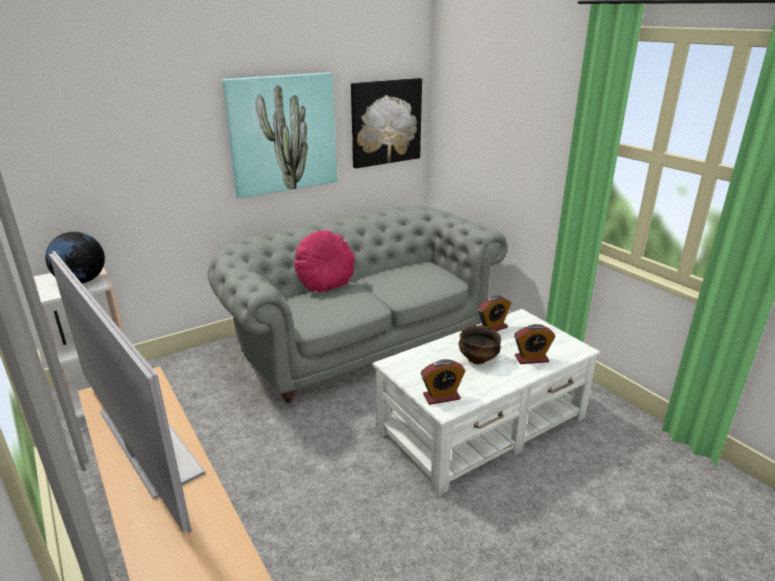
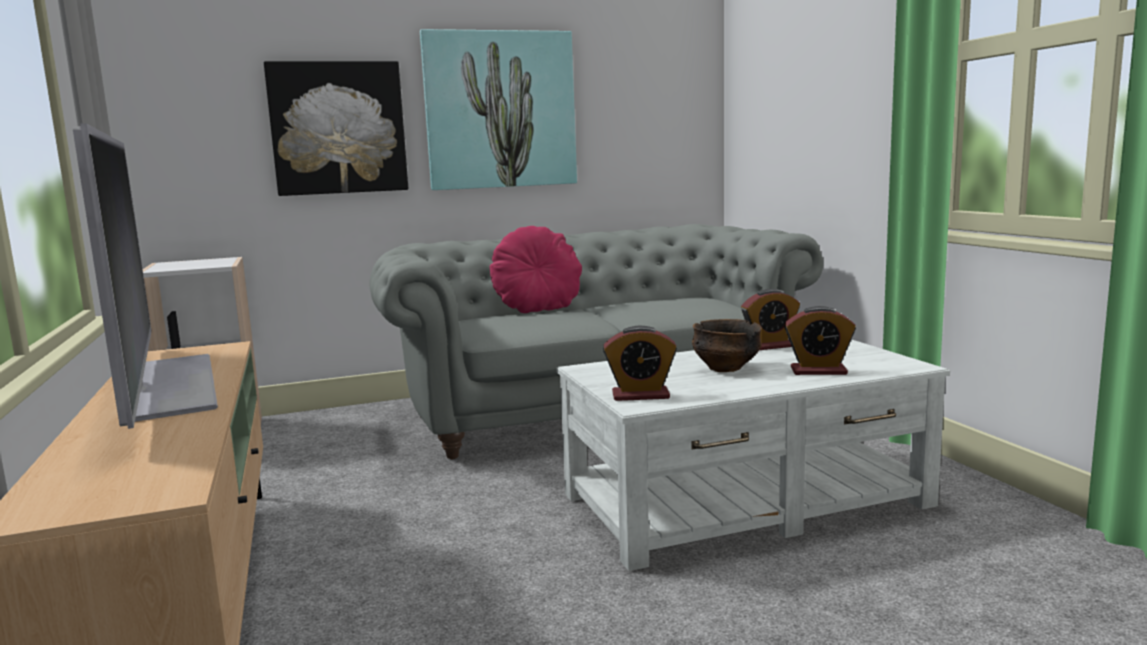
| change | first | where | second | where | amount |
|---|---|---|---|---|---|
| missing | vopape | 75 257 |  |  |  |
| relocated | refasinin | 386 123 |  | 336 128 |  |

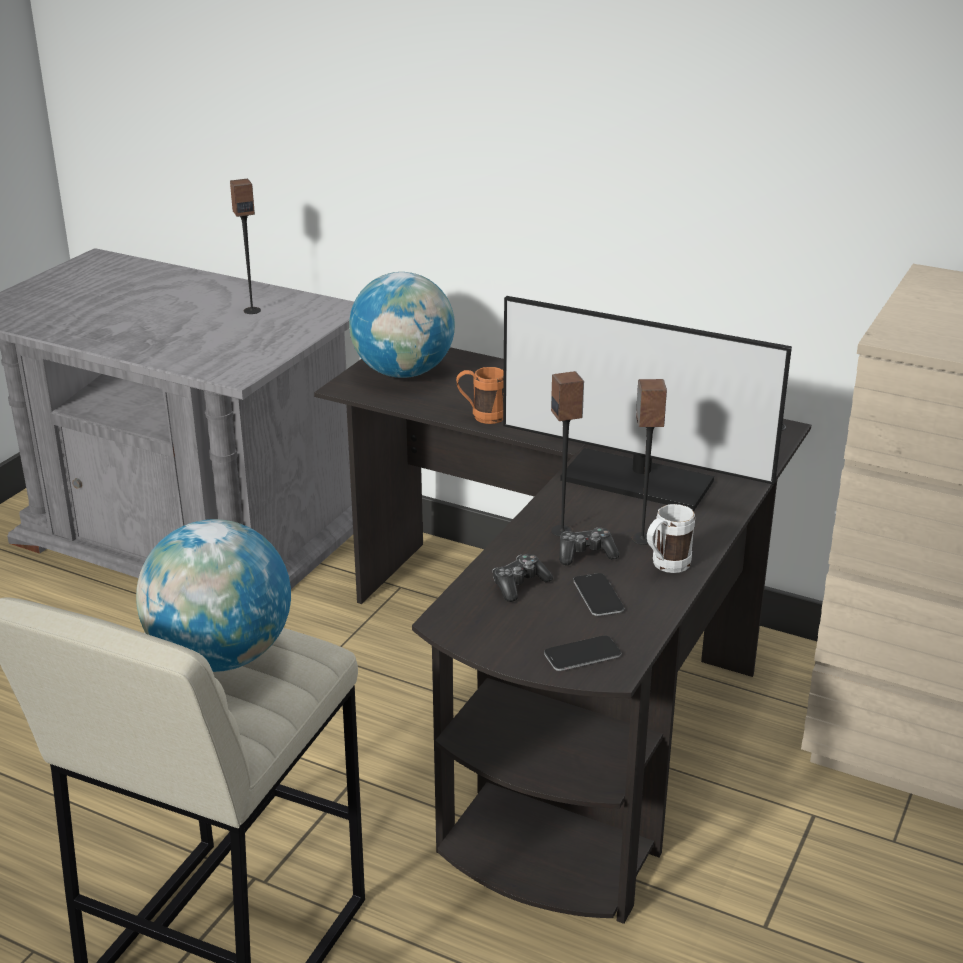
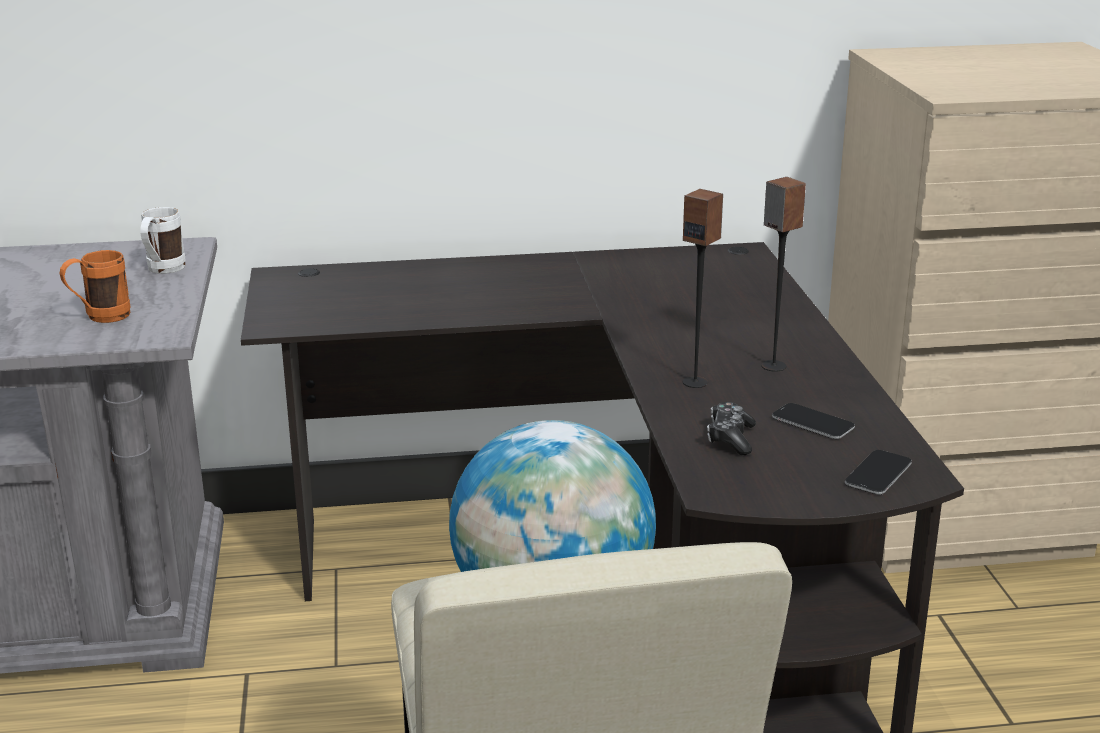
| change | first | where | second | where | amount |
|---|---|---|---|---|---|
| missing | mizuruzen | 245 246 |  |  |  |
| missing | vopape | 402 325 |  |  |  |
| missing | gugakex | 647 403 |  |  |  |
| missing | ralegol | 589 546 |  |  |  |
| relocated | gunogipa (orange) | 480 395 |  | 95 286 |  |
| relocated | gunogipa (white) | 671 538 |  | 163 240 |  |

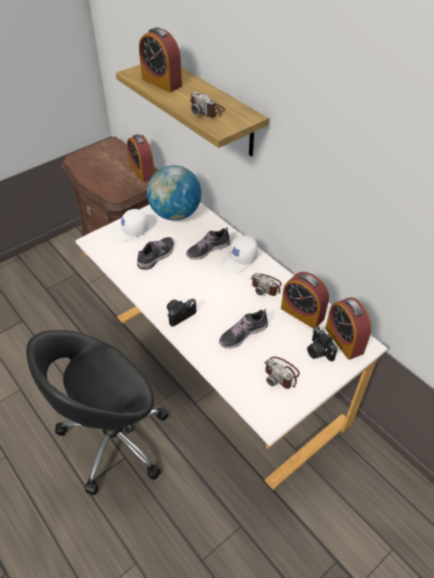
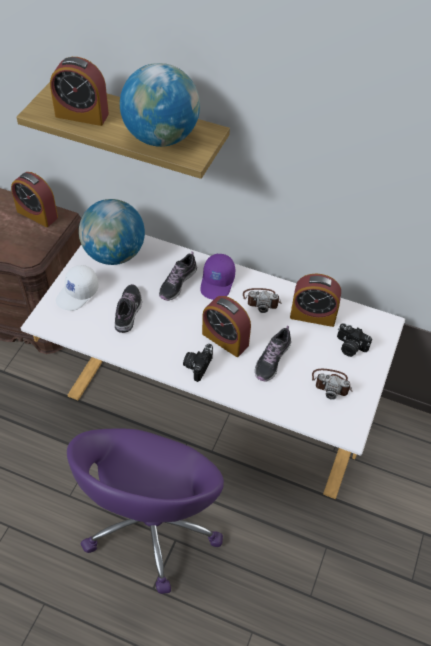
| change | first | where | second | where | amount |
|---|---|---|---|---|---|
| relocated | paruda | 348 328 |  | 226 326 |  |
| exchanged | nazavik | 207 104 | vopape | 160 105 |  |
| colour | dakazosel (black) | 97 412 | dakazosel (purple) | 145 511 |  |
| colour | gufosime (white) | 239 254 | gufosime (purple) | 218 277 |  |

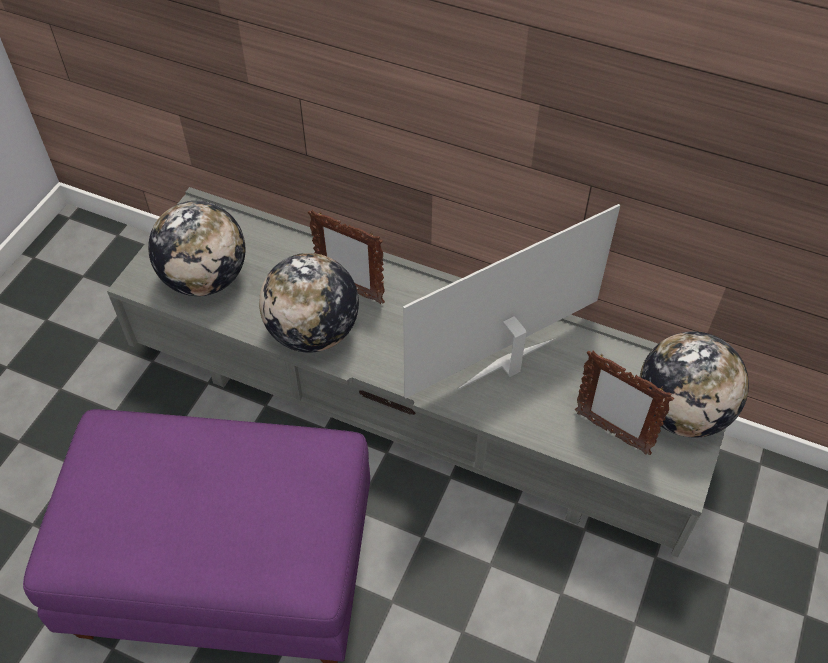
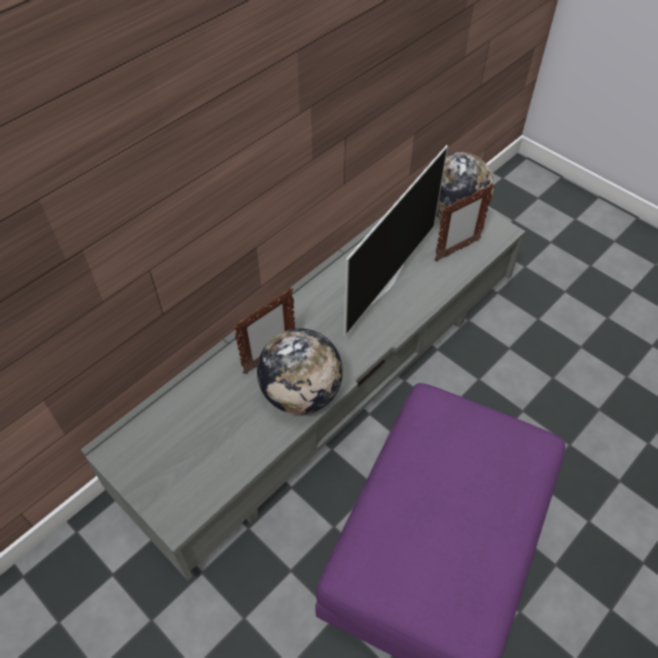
| change | first | where | second | where | amount |
|---|---|---|---|---|---|
| missing | vopape | 196 248 |  |  |  |
| spun | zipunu | 511 301 |  | 396 240 | 135 degrees counterclockwise |

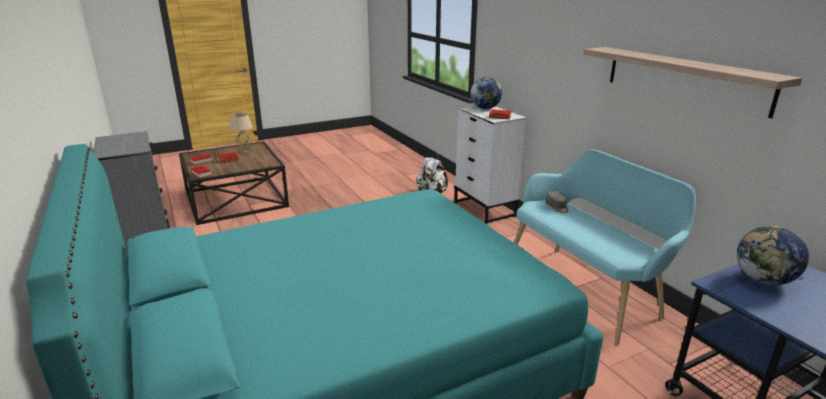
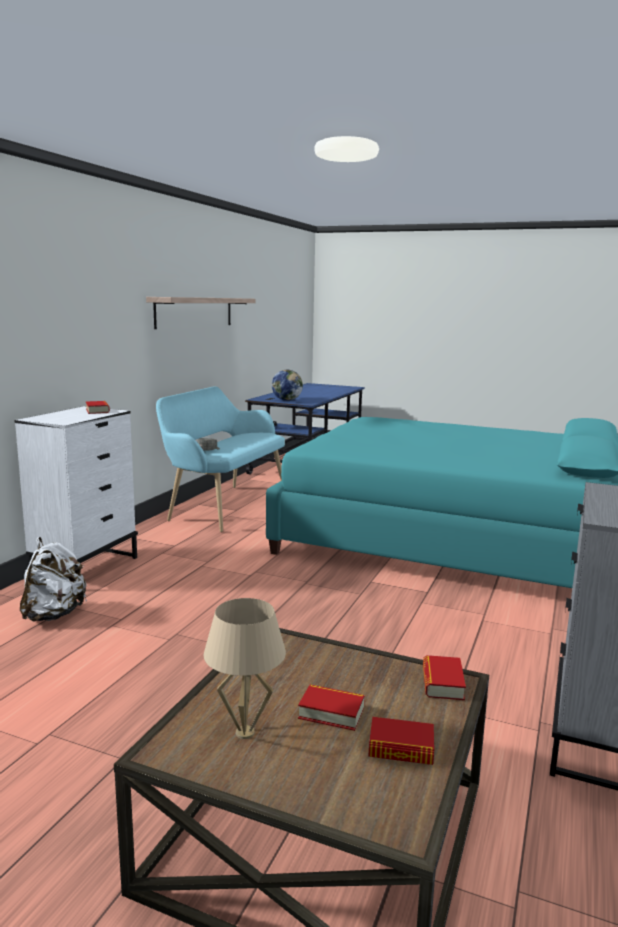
| change | first | where | second | where | amount |
|---|---|---|---|---|---|
| missing | vopape | 486 93 |  |  |  |

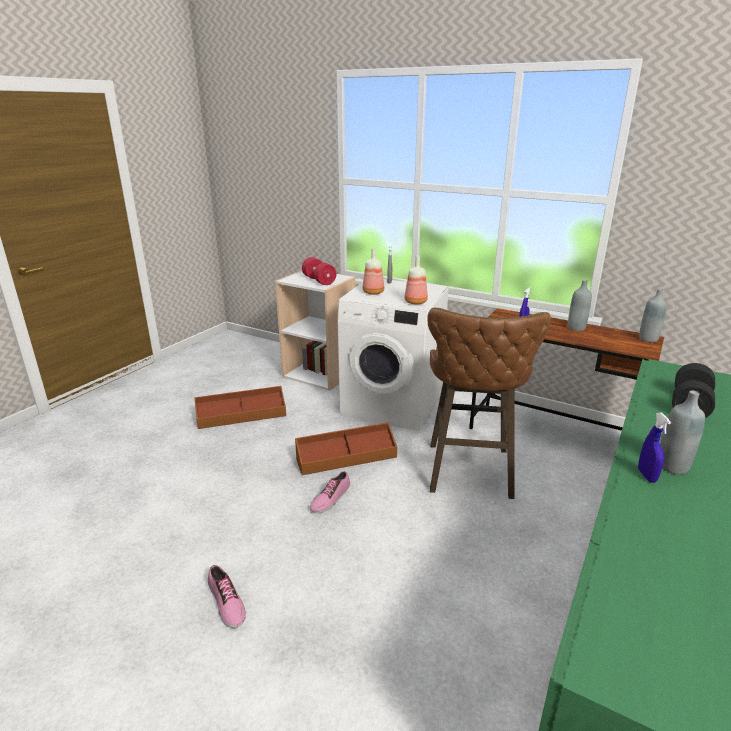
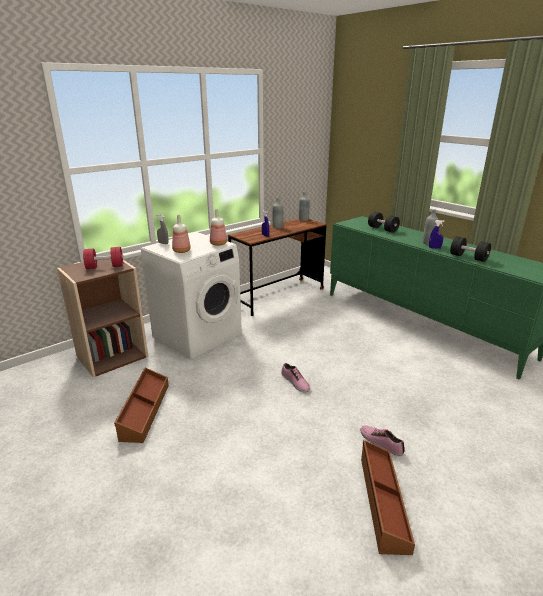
| change | first | where | second | where | amount |
|---|---|---|---|---|---|
| missing | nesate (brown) | 489 403 |  |  |  |
| appeared |  |  | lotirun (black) | 470 249 |  |
| relocated | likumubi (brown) | 346 448 |  | 388 497 |  |
| colour | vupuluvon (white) | 315 331 | vupuluvon (brown) | 102 318 |  |
| spun | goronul | 227 596 |  | 382 440 | 120 degrees counterclockwise |

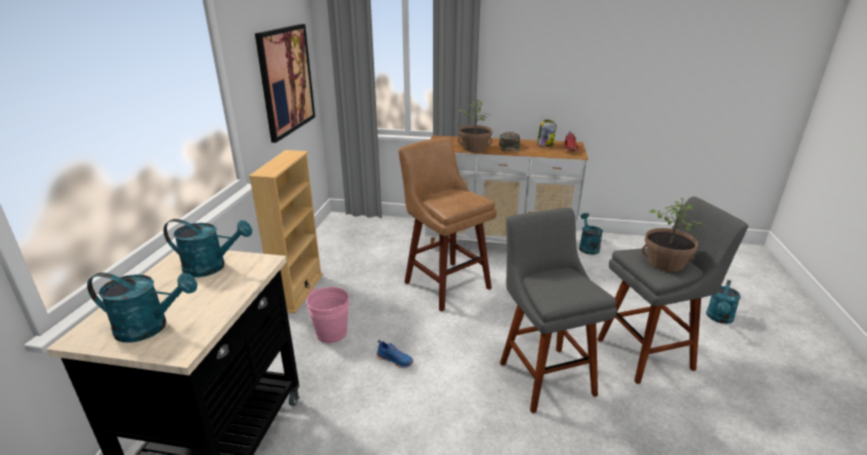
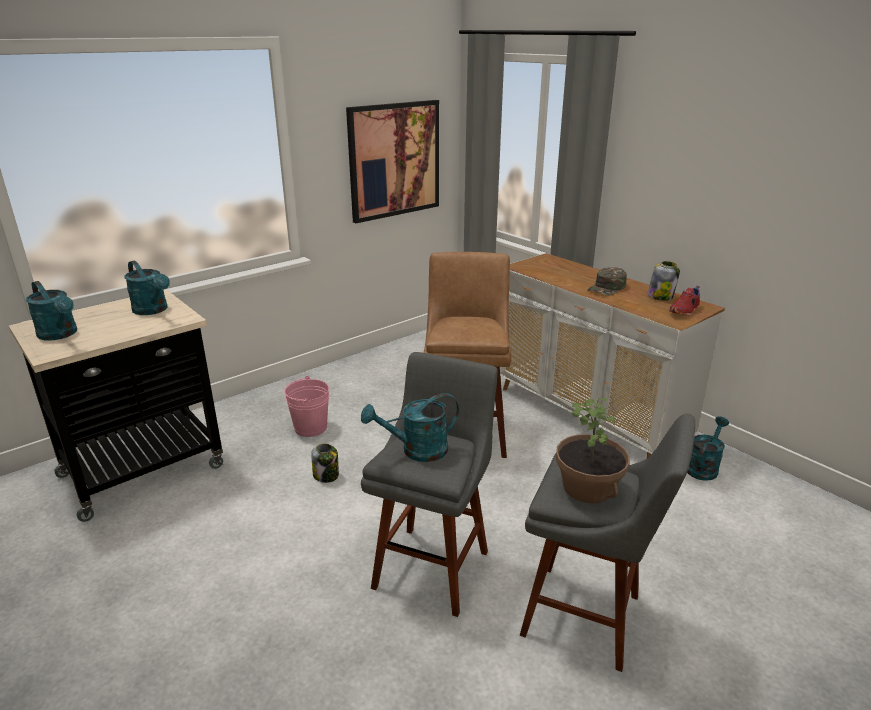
| change | first | where | second | where | amount |
|---|---|---|---|---|---|
| missing | vupuluvon (beige) | 286 231 |  |  |  |
| missing | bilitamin | 475 126 |  |  |  |
| relocated | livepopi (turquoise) | 723 302 |  | 410 427 |  |
| exchanged | goronul (blue) | 395 354 | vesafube | 325 463 |  |

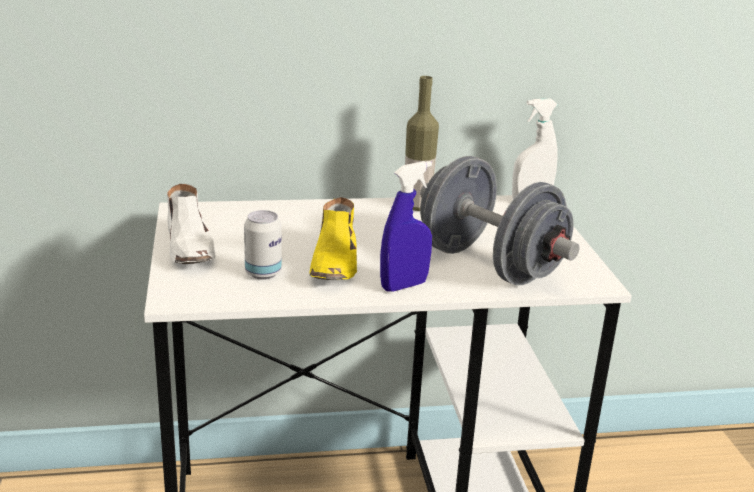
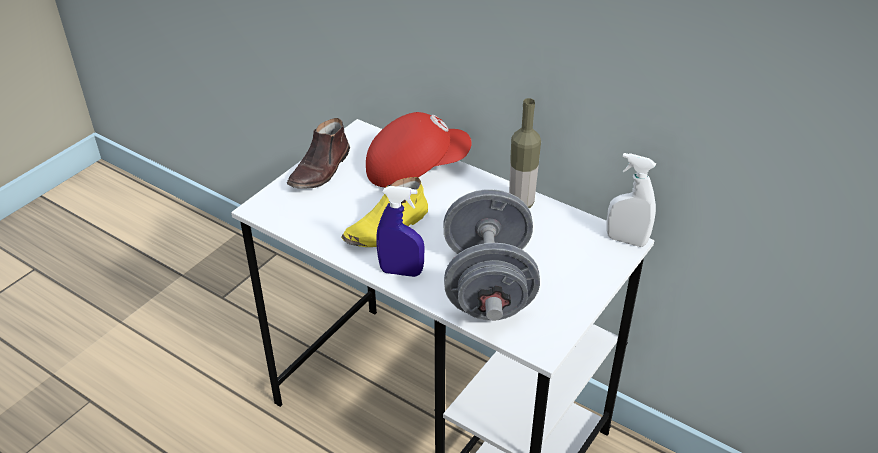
| change | first | where | second | where | amount |
|---|---|---|---|---|---|
| missing | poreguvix | 263 245 |  |  |  |
| appeared |  |  | gufosime (red) | 419 149 |  |
| colour | goronul (white) | 191 224 | goronul (brown) | 318 153 |  |

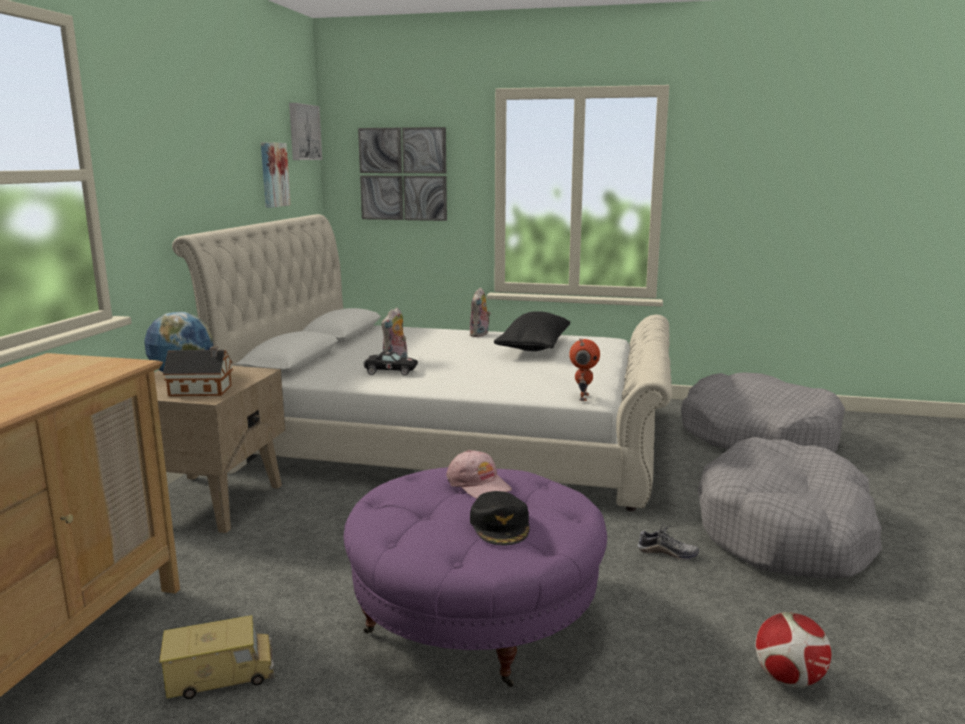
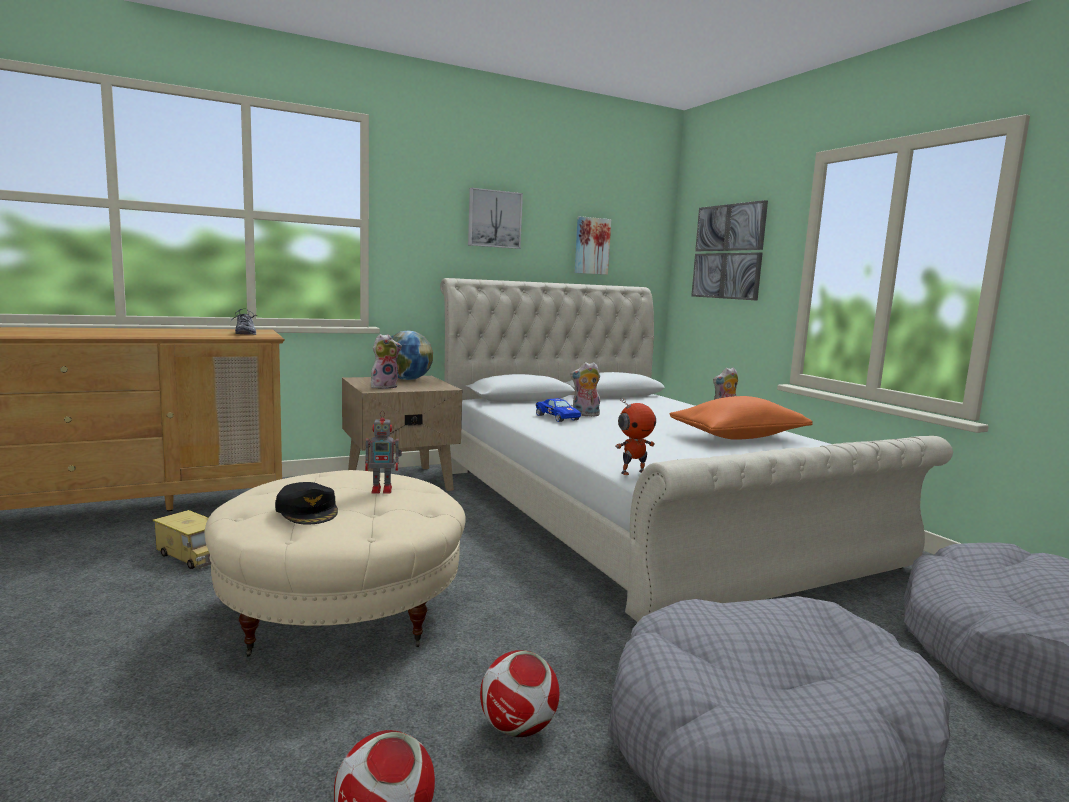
| change | first | where | second | where | amount |
|---|---|---|---|---|---|
| appeared |  |  | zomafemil | 519 693 |  |
| relocated | refasinin | 305 131 |  | 495 218 |  |
| relocated | goronul | 668 542 |  | 244 322 |  |
| exchanged | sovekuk | 198 371 | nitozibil | 386 361 |  |
| exchanged | gufosime (pink) | 479 474 | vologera | 383 452 |  |
| colour | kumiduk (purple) | 475 577 | kumiduk (beige) | 335 563 |  |
| colour | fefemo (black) | 391 363 | fefemo (blue) | 558 410 |  |
| colour | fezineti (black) | 532 331 | fezineti (orange) | 741 418 |  |
| spun | gufosime (black) | 500 518 |  | 306 503 | 75 degrees counterclockwise |

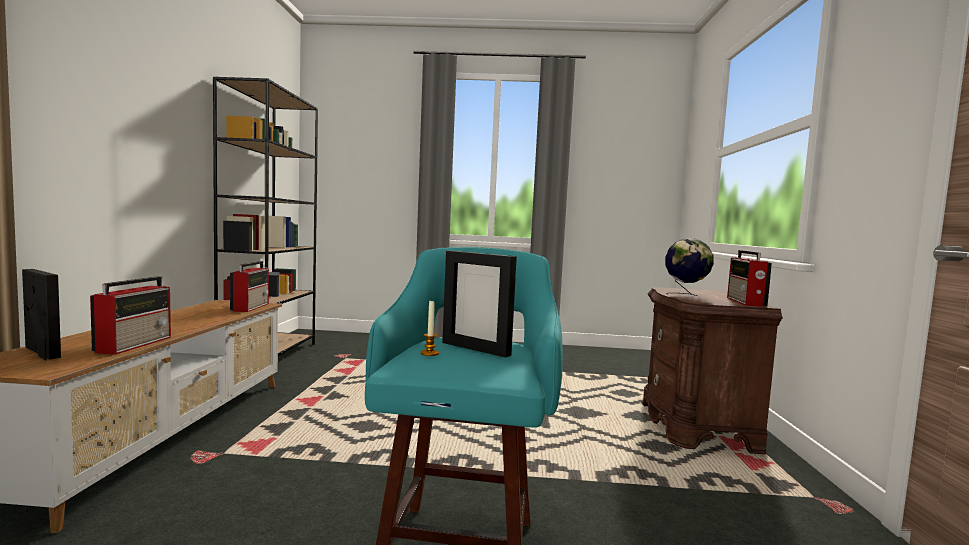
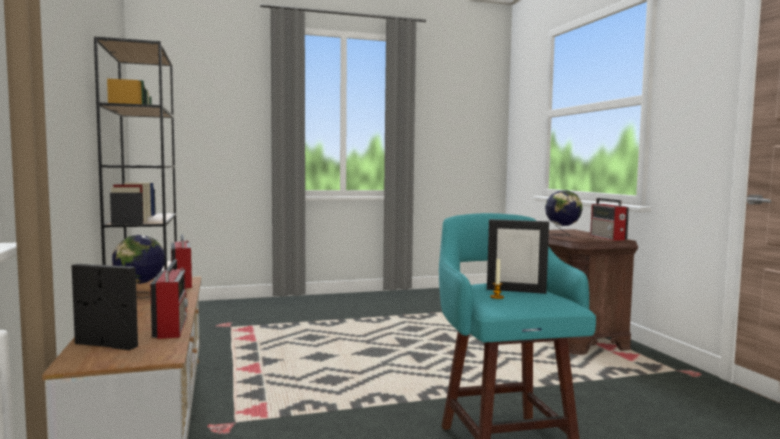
| change | first | where | second | where | amount |
|---|---|---|---|---|---|
| appeared |  |  | vopape | 138 267 |  |

